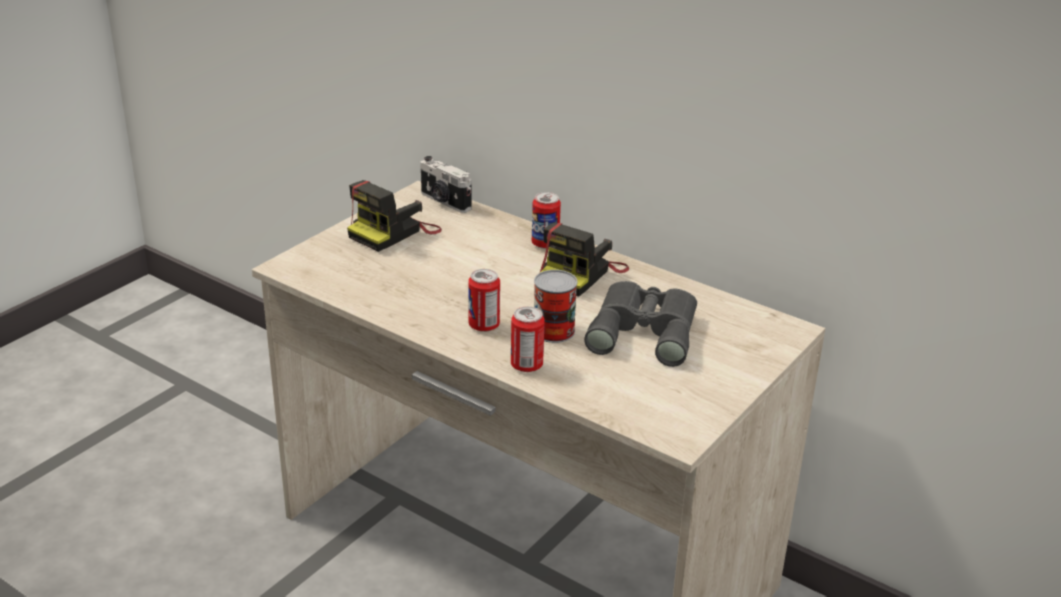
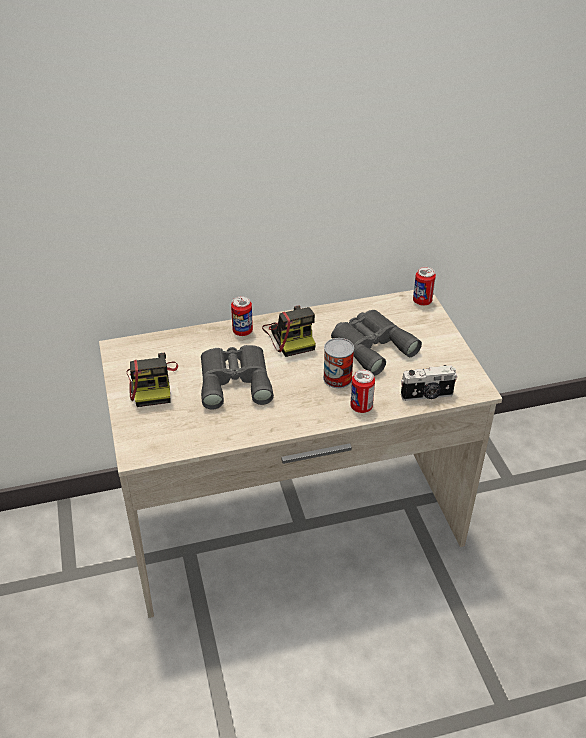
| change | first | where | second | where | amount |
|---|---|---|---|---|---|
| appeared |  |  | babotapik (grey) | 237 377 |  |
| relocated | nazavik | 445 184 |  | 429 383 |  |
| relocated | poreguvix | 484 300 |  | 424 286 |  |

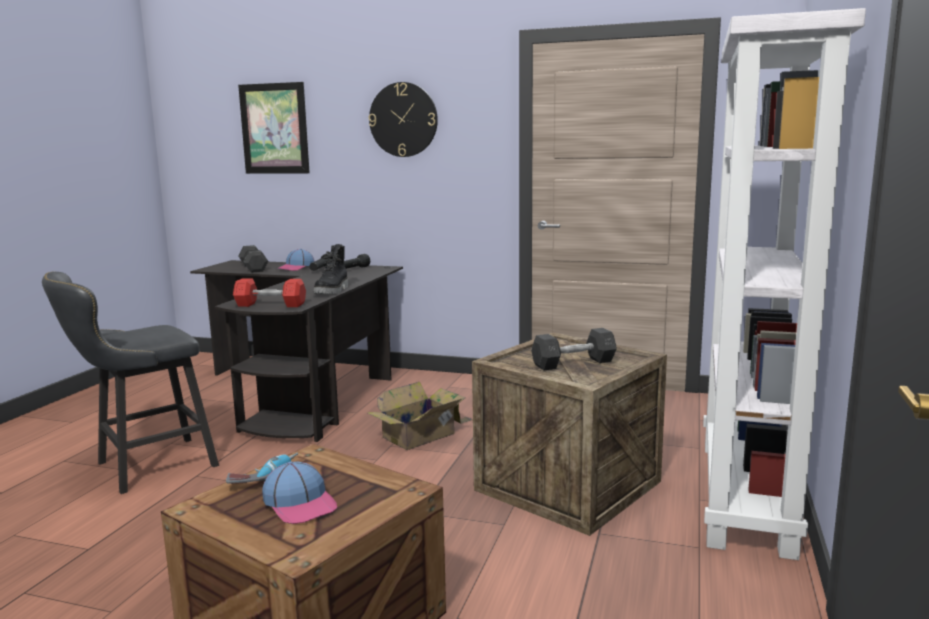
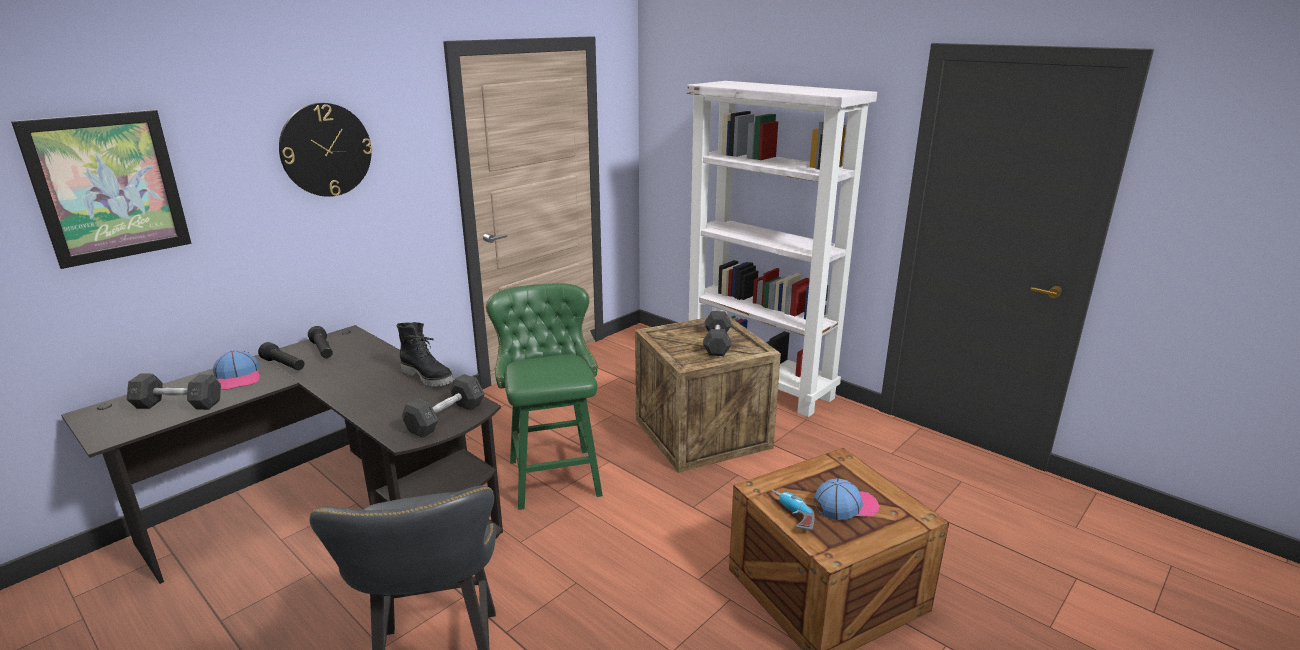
| change | first | where | second | where | amount |
|---|---|---|---|---|---|
| exchanged | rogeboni | 420 416 | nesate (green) | 544 396 |  |
| colour | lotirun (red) | 269 292 | lotirun (grey) | 443 406 |  |

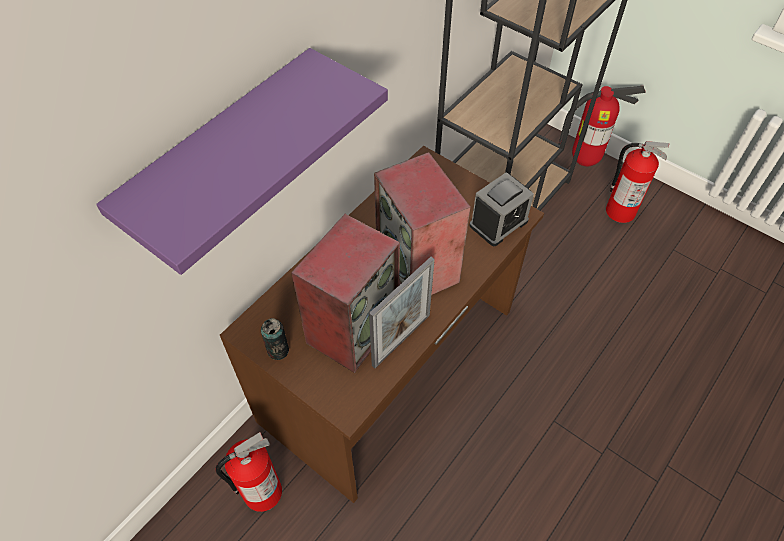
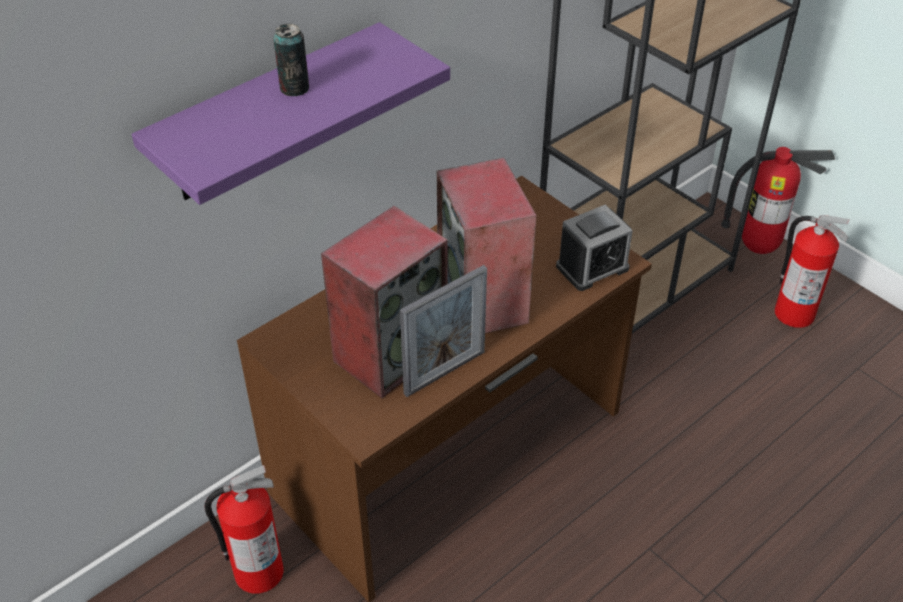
| change | first | where | second | where | amount |
|---|---|---|---|---|---|
| relocated | poreguvix | 275 339 |  | 291 59 |  |

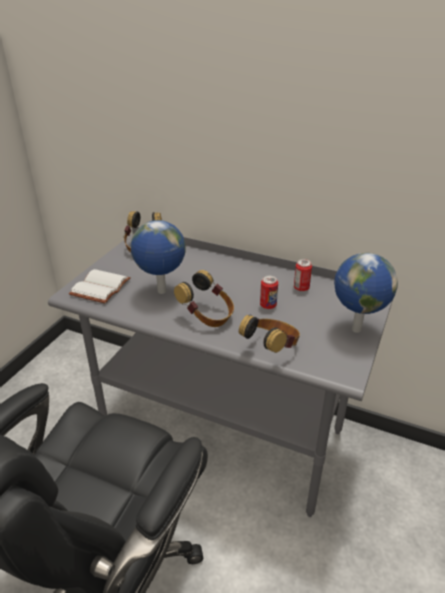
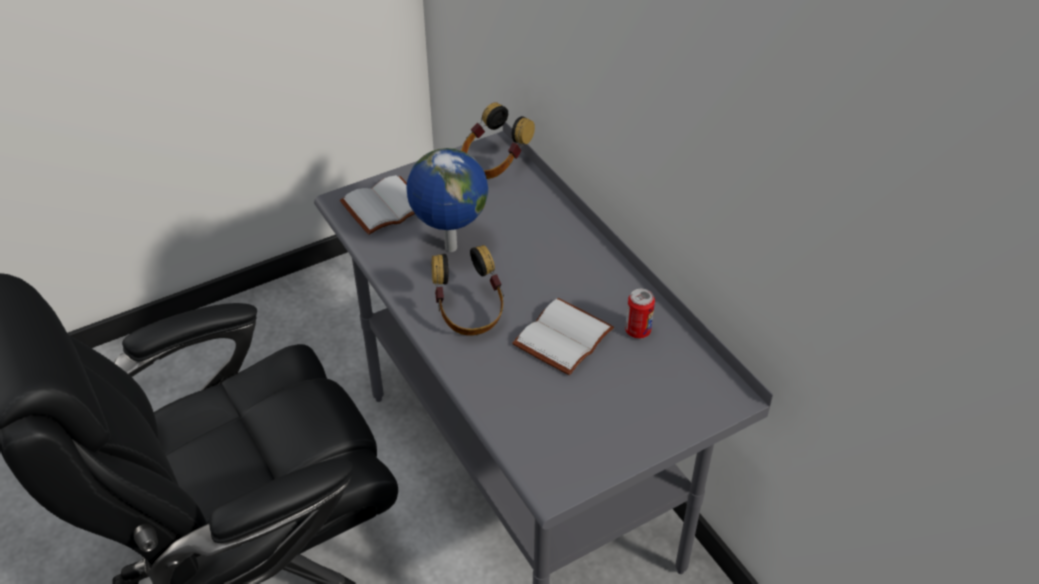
| change | first | where | second | where | amount |
|---|---|---|---|---|---|
| missing | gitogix | 269 333 |  |  |  |
| missing | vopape | 366 293 |  |  |  |
| exchanged | poreguvix | 269 292 | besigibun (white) | 563 336 |  |

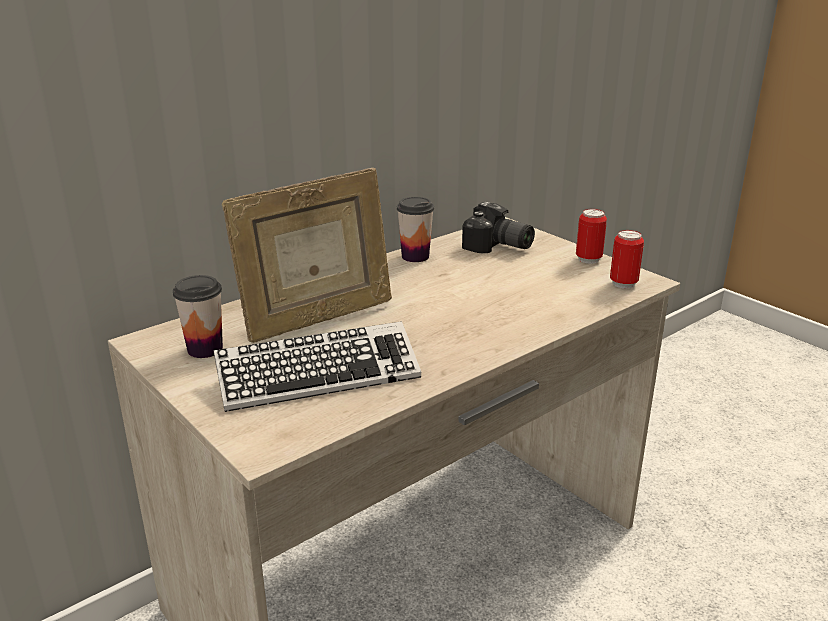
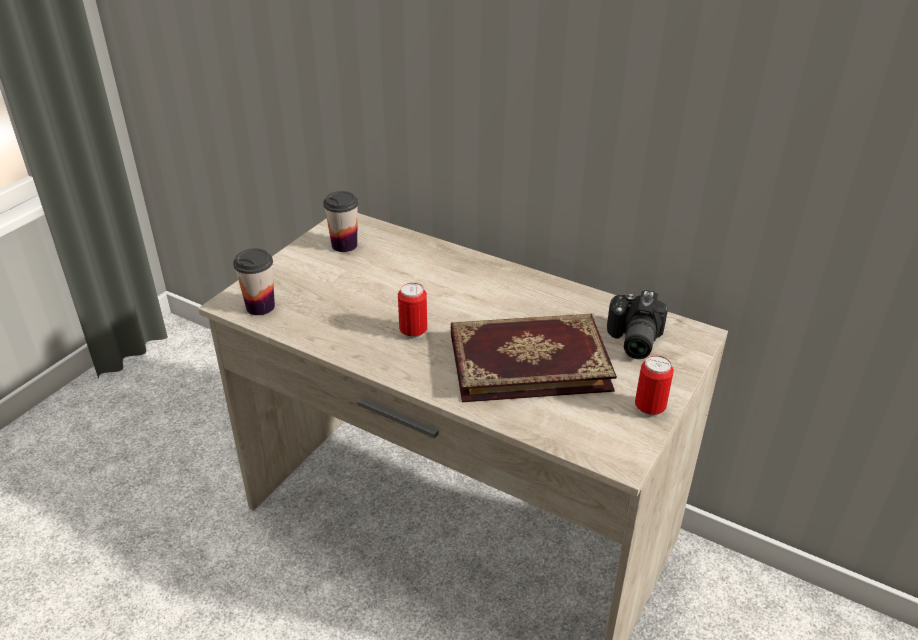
| change | first | where | second | where | amount |
|---|---|---|---|---|---|
| missing | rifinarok | 317 366 |  |  |  |
| missing | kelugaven | 307 255 |  |  |  |
| appeared |  |  | besigibun | 534 358 |  |
| relocated | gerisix | 415 229 |  | 254 281 |  |
| relocated | poreguvix | 627 259 |  | 412 311 |  |

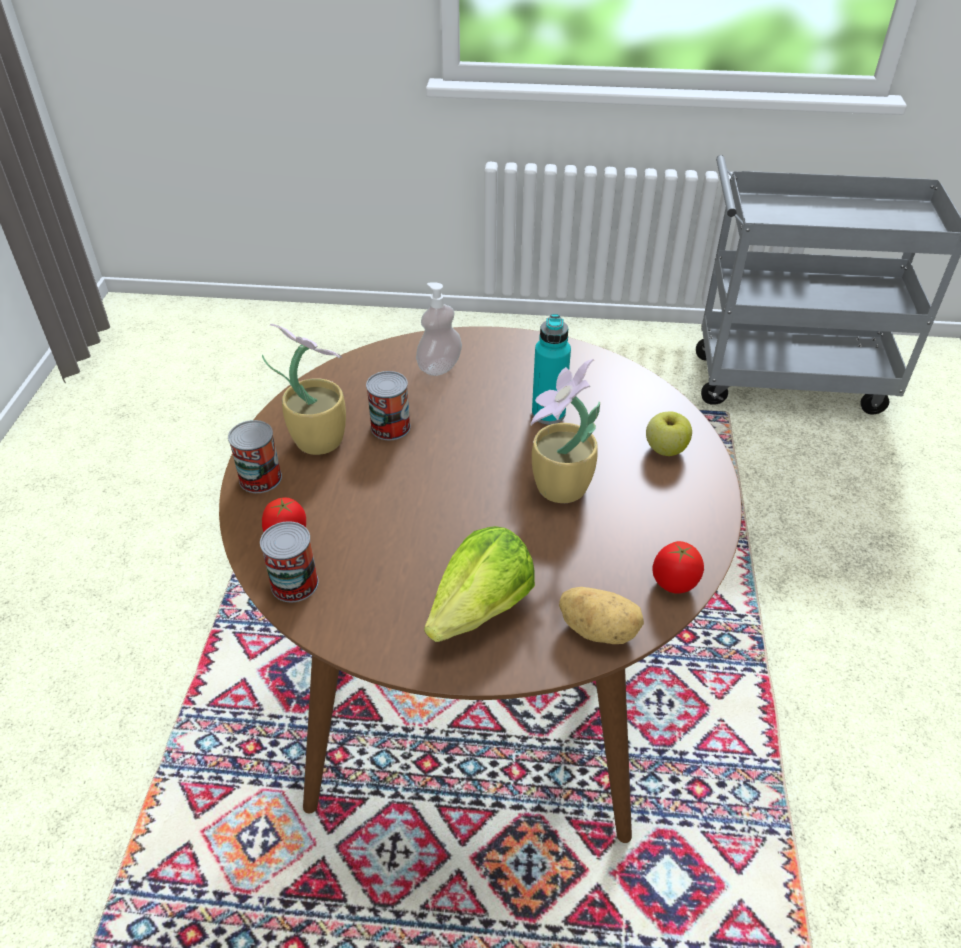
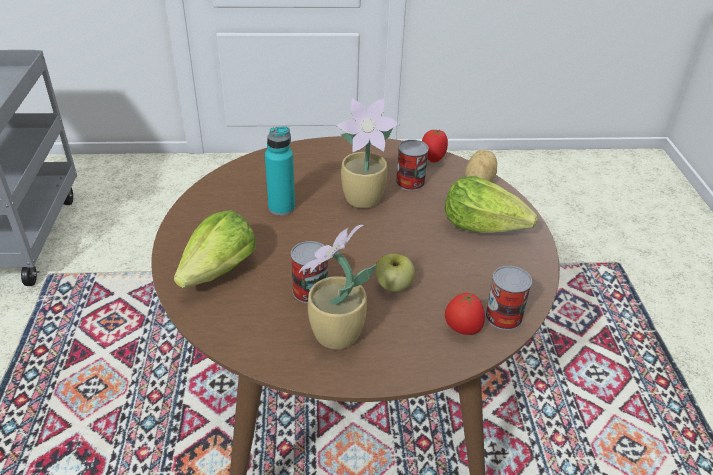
| change | first | where | second | where | amount |
|---|---|---|---|---|---|
| relocated | poreguvix | 255 456 |  | 412 165 |  |
| relocated | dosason | 669 433 |  | 395 273 |  |
| exchanged | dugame | 439 329 | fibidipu | 215 249 |  |

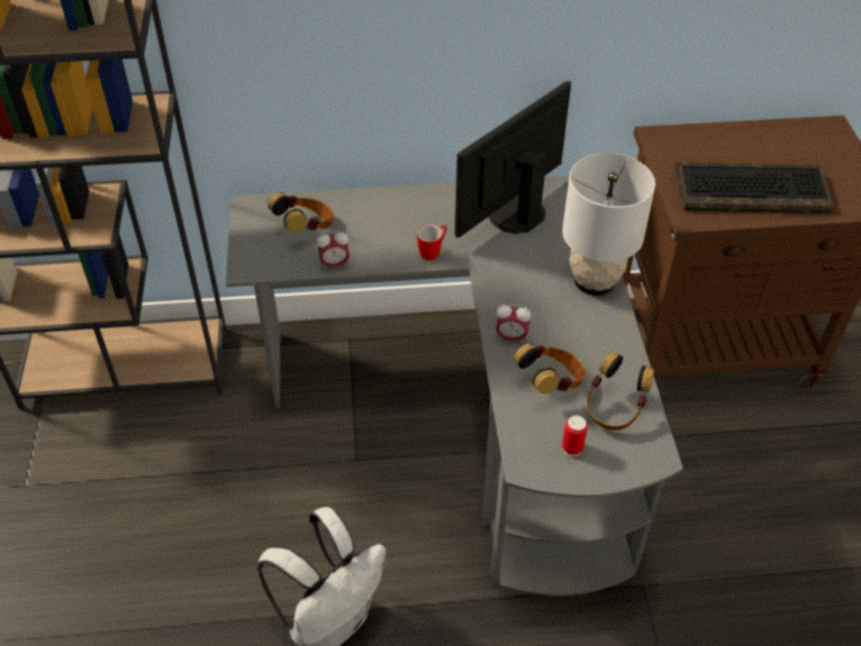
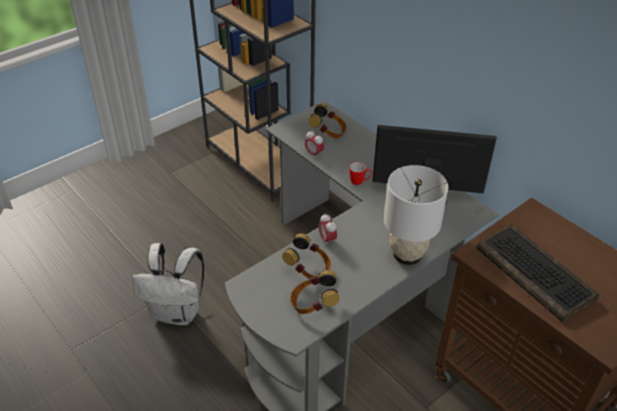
| change | first | where | second | where | amount |
|---|---|---|---|---|---|
| missing | poreguvix | 575 435 |  |  |  |

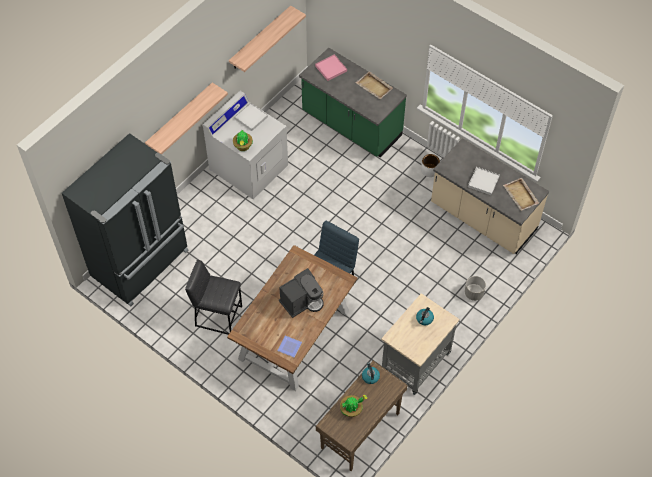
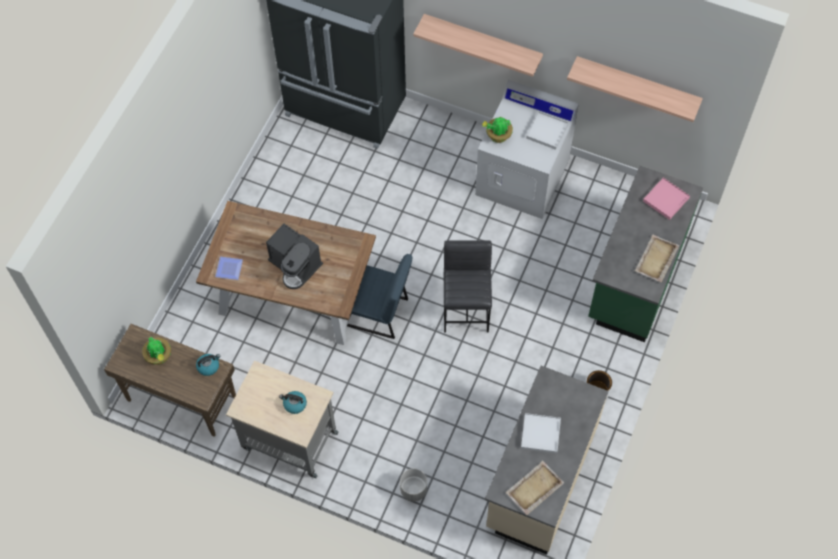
| change | first | where | second | where | amount |
|---|---|---|---|---|---|
| relocated | nesate (grey) | 213 297 |  | 468 286 |  |

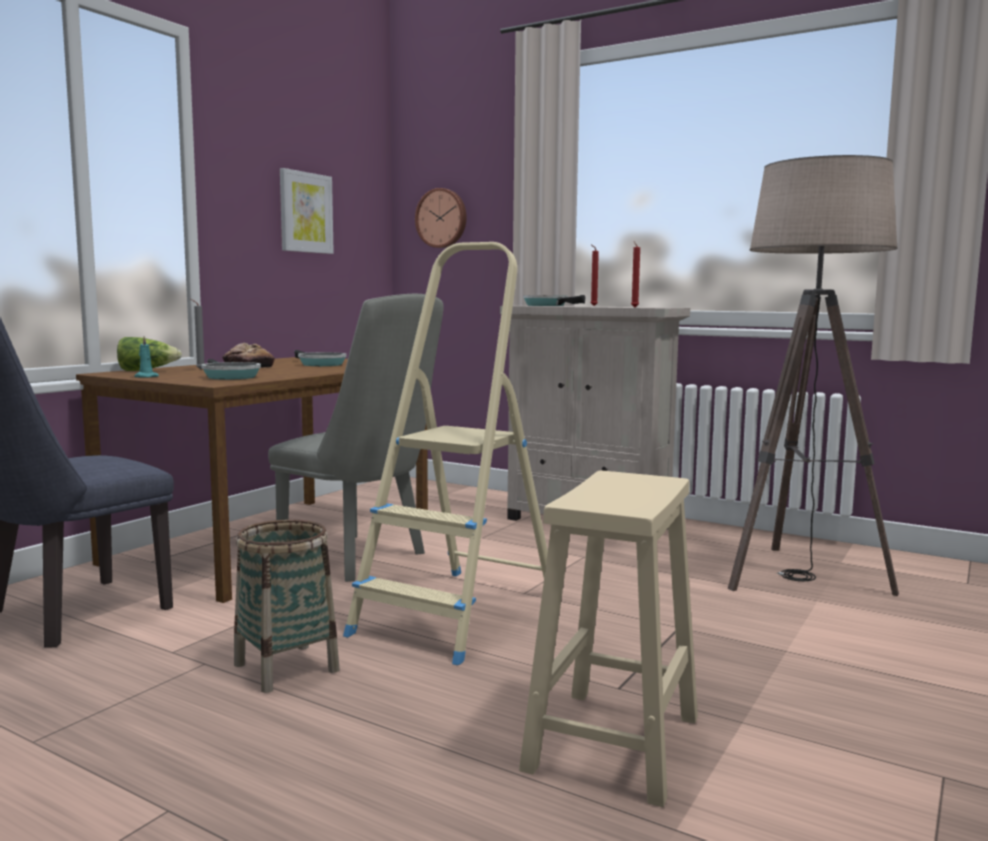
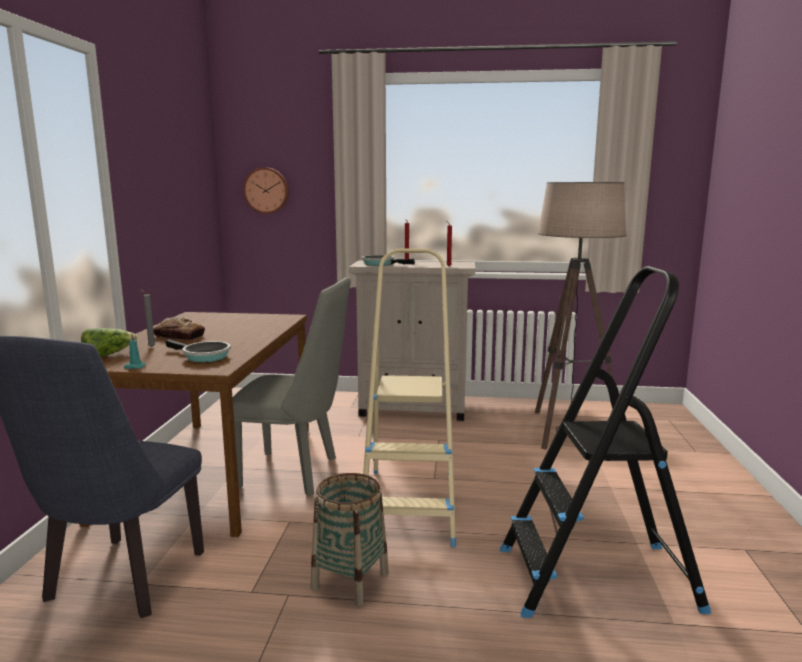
| change | first | where | second | where | amount |
|---|---|---|---|---|---|
| missing | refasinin | 307 211 |  |  |  |
| missing | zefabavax | 320 358 |  |  |  |
| exchanged | nesate (beige) | 608 639 | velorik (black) | 605 442 |  |

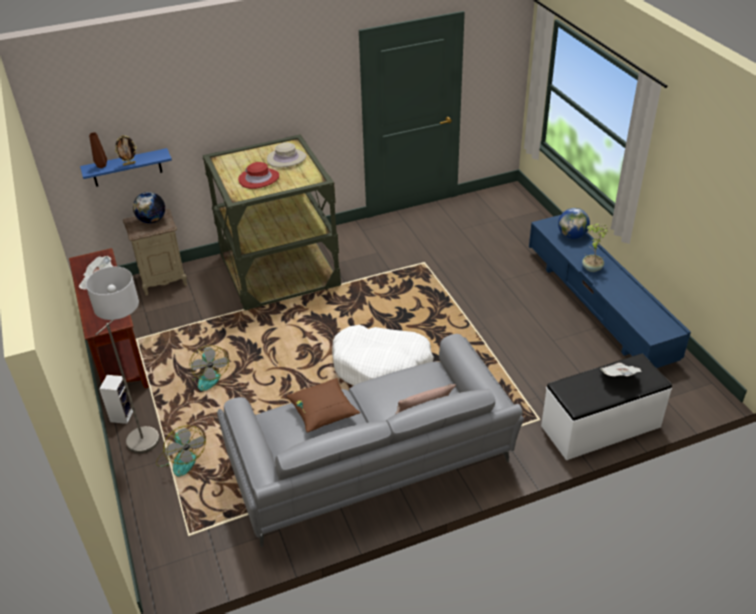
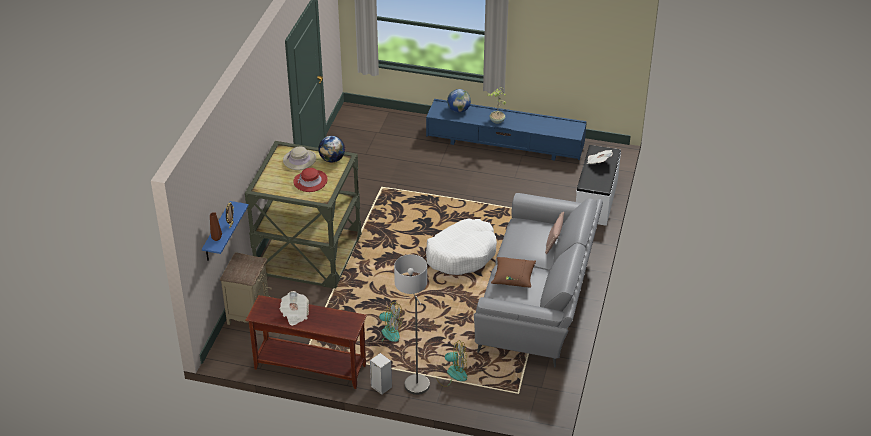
| change | first | where | second | where | amount |
|---|---|---|---|---|---|
| relocated | vopape | 149 207 |  | 331 149 |  |

